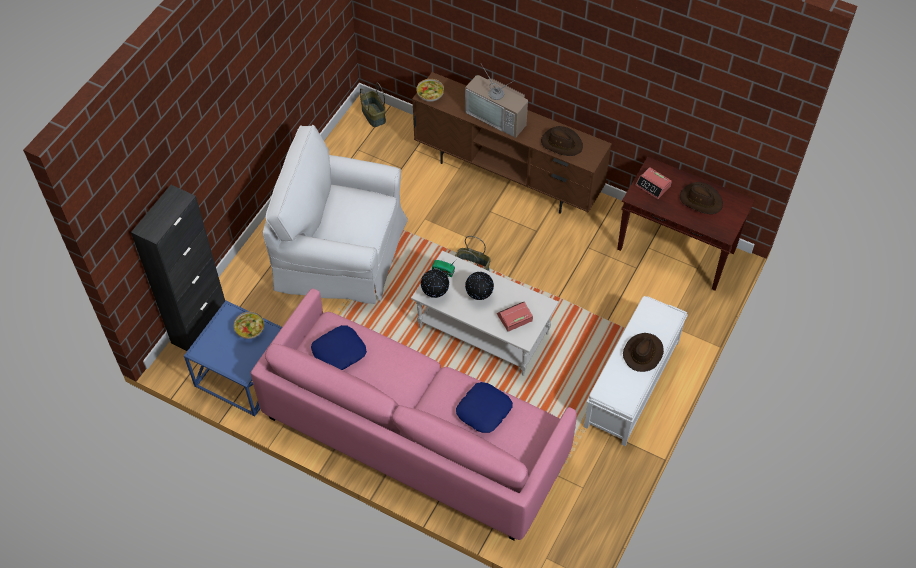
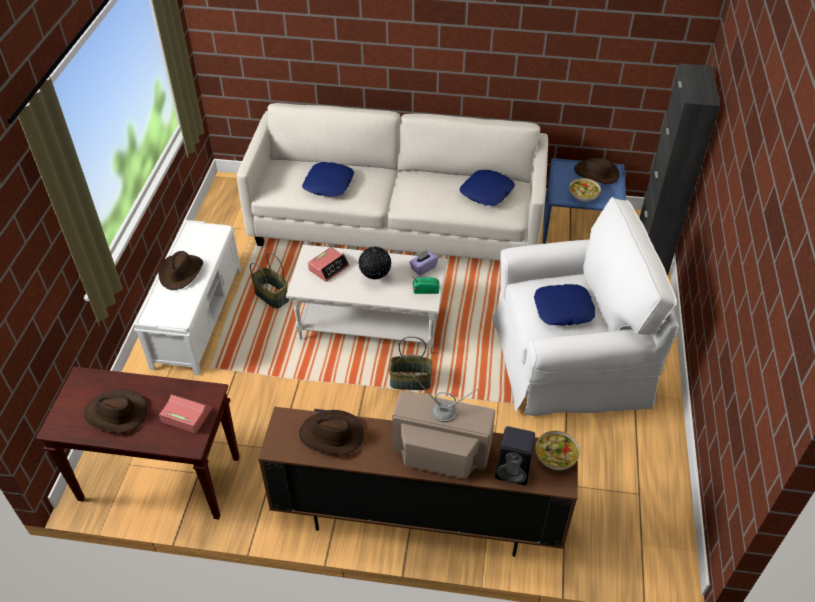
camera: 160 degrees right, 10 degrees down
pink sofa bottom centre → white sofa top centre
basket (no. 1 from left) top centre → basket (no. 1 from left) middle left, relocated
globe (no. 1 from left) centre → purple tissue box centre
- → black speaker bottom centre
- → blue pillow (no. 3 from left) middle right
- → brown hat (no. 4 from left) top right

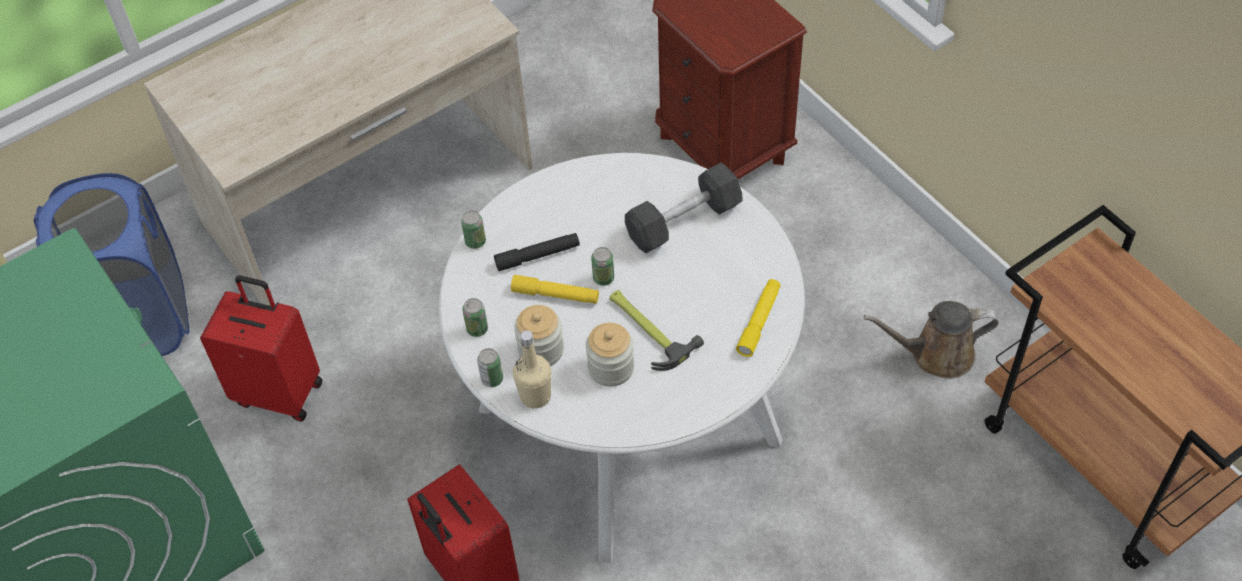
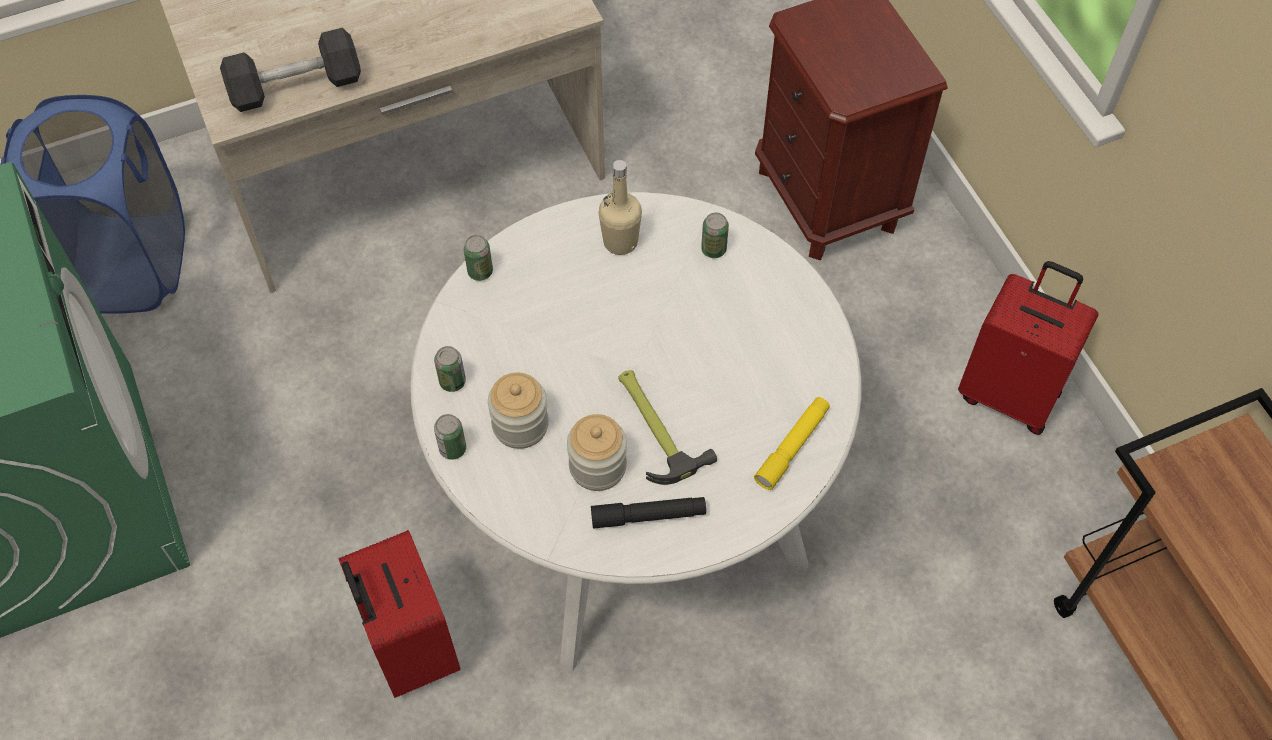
camera: 10 degrees right, 5 degrees up
red suitcase (no. 1 from left in the first image) middle left → red suitcase (no. 2 from left) middle right, relocated
black flashlight centre → black flashlight bottom centre, relocated
yellow flashlight (no. 1 from left) centre → -
beige bottle centre → beige bottle top centre, relocated
can (no. 4 from left) centre → can (no. 4 from left) top centre, relocated
black dumbbell centre → black dumbbell top left, relocated
brown watering can middle right → -

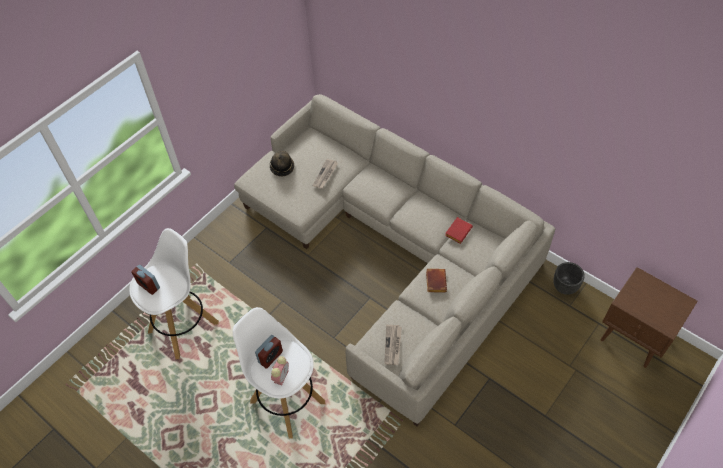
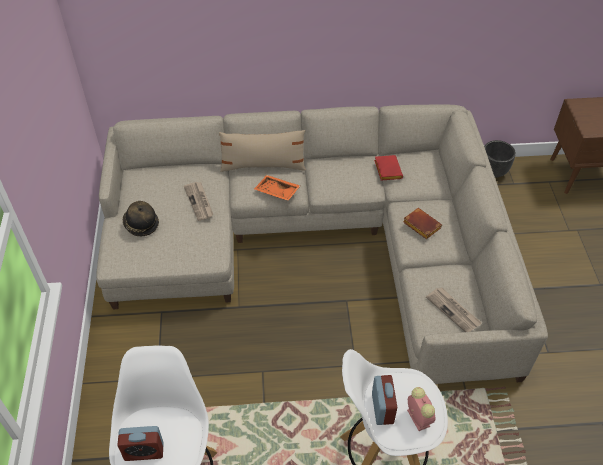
camera: 45 degrees left, 5 degrees down
- → beige pillow top centre
- → orange tray centre

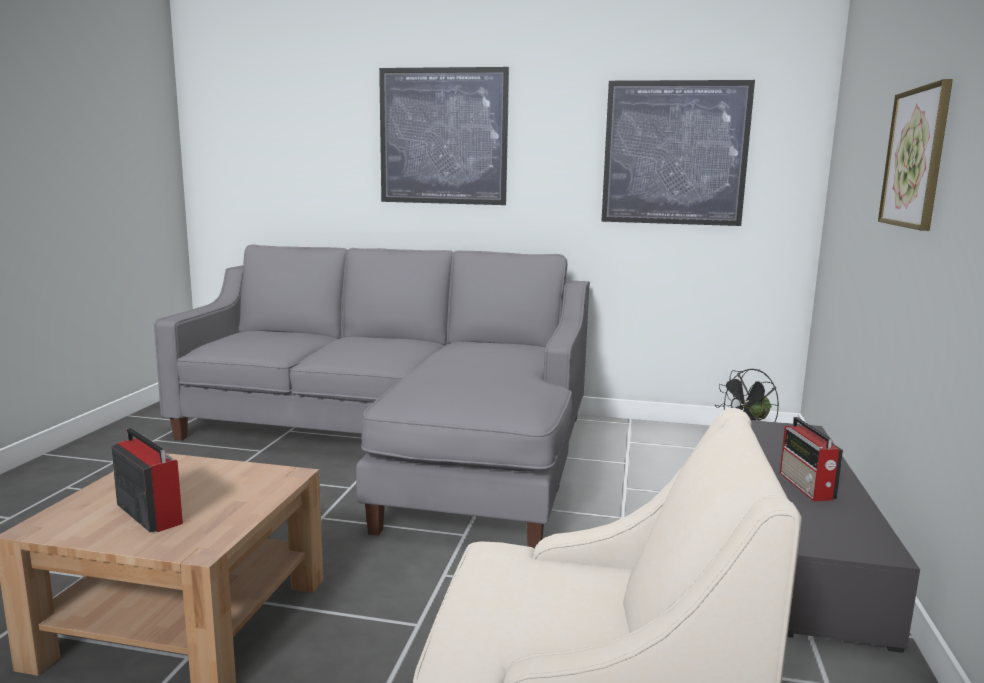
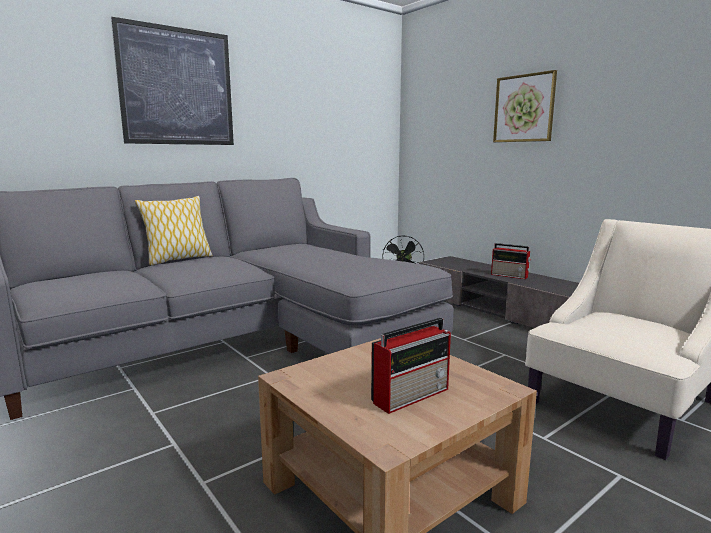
camera: 50 degrees left, 0 degrees up
radio (no. 1 from left) bottom left → radio (no. 1 from left) bottom centre, 150 degrees clockwise
picture (no. 2 from left) top right → -
- → pillow middle left

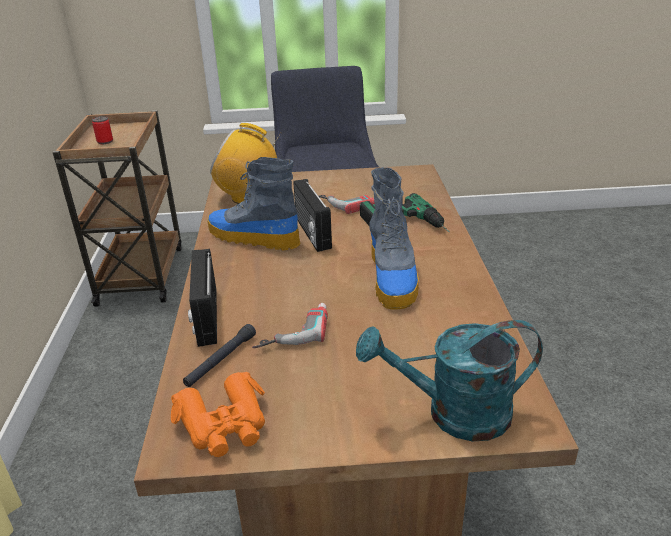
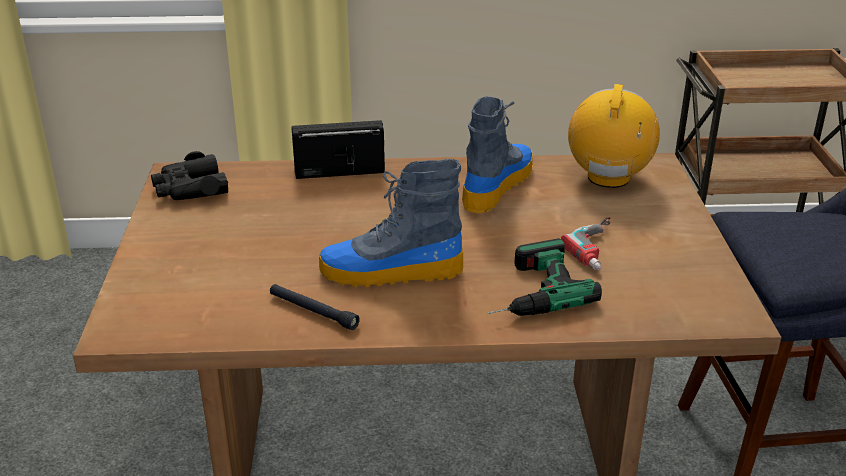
camera: 90 degrees right, 0 degrees up
can top left → -
orange binoculars bottom left → black binoculars middle left
black flashlight middle left → black flashlight centre, relocated
power drill (no. 1 from left) centre → -
radio (no. 3 from left) centre → -
turquoise watering can bottom right → -

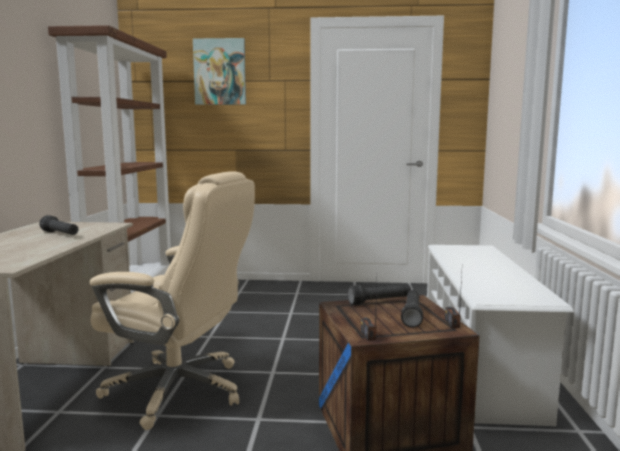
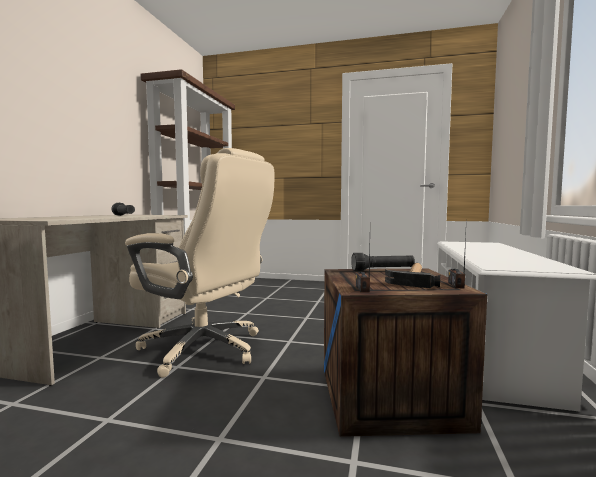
camera: 10 degrees right, 5 degrees down
picture top centre → -
black flashlight (no. 3 from left) bottom centre → hammer middle right

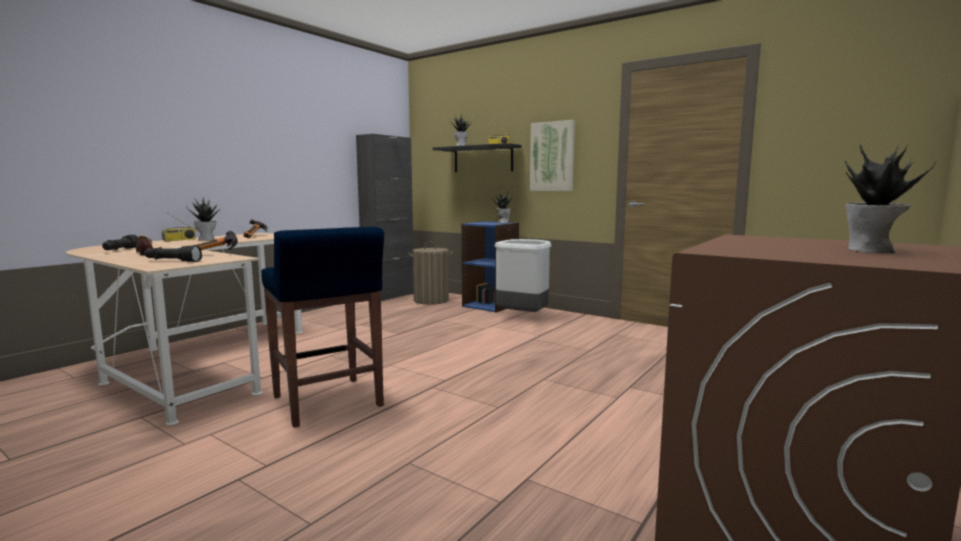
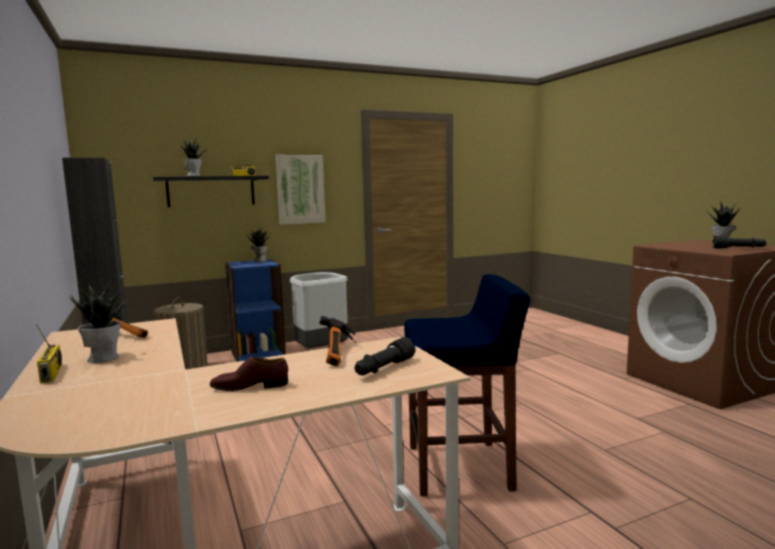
camera: 60 degrees left, 0 degrees up
black flashlight (no. 1 from left in the first image) middle left → black flashlight (no. 2 from left) middle right, relocated

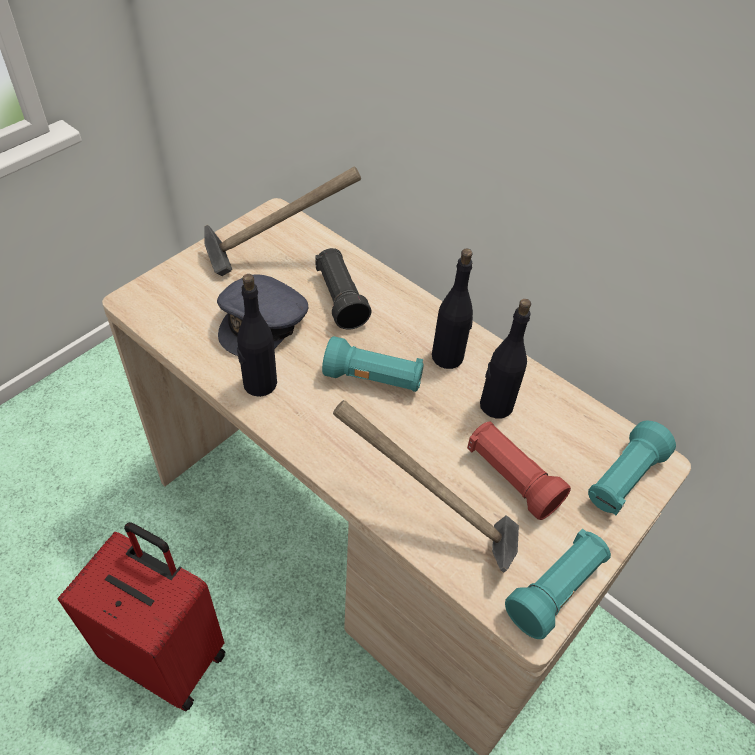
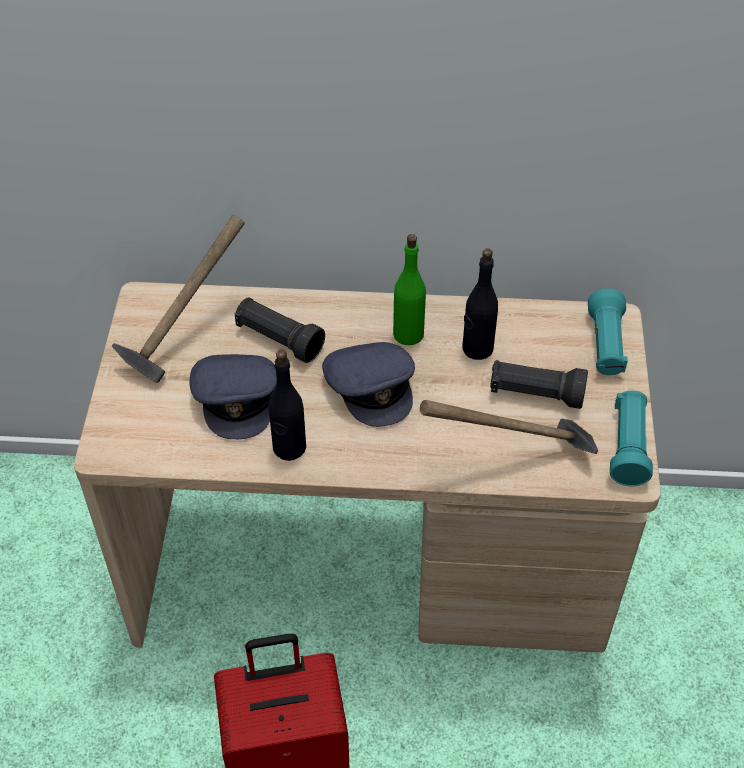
camera: 35 degrees left, 0 degrees up
turquoise flashlight (no. 1 from left) centre → grey cap (no. 2 from left) centre
black bottle (no. 2 from left) centre → green bottle centre
red flashlight middle right → black flashlight (no. 2 from left) middle right

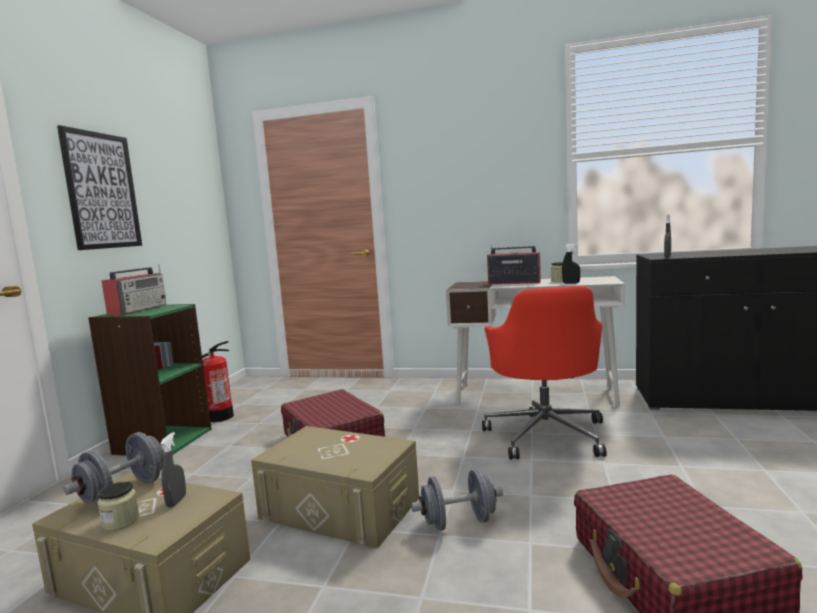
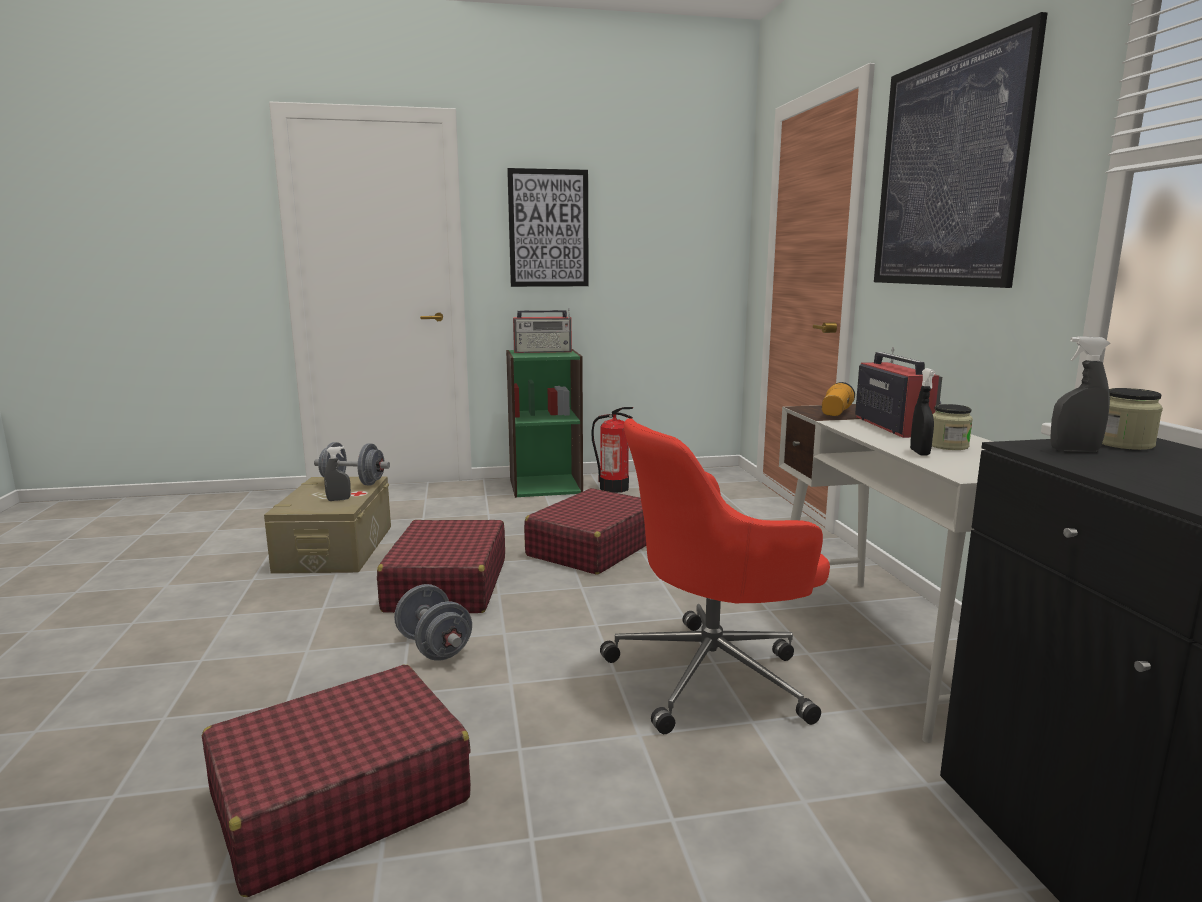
camera: 65 degrees right, 5 degrees up
jar (no. 1 from left in the first image) bottom left → jar (no. 2 from left) middle right, relocated
beige storage box (no. 2 from left) bottom centre → red suitcase (no. 2 from left) centre
- → flashlight middle right
- → picture (no. 2 from left) top right

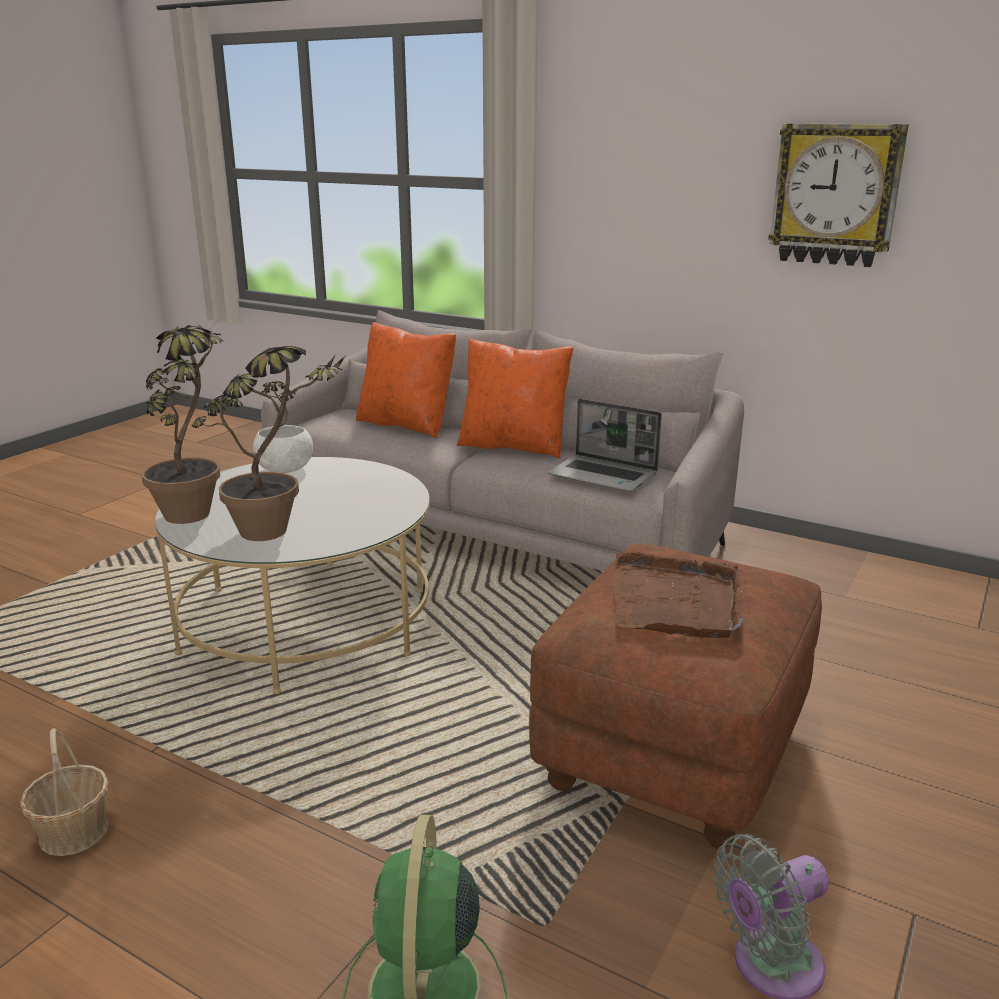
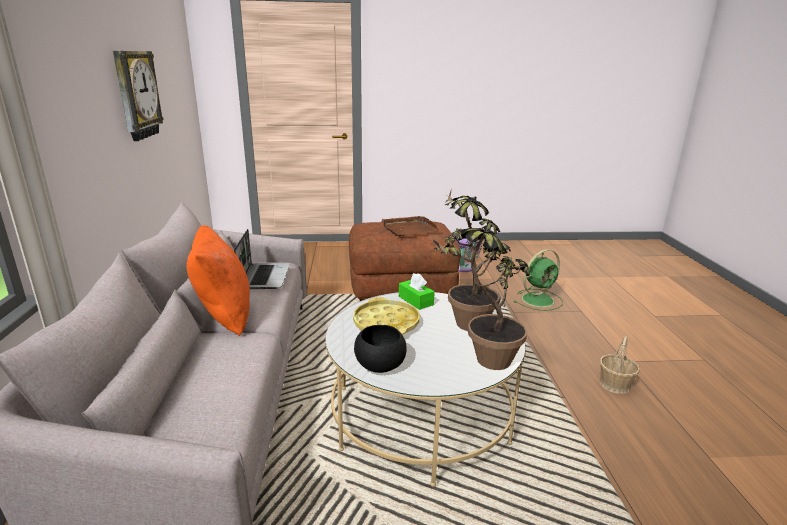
camera: 125 degrees left, 0 degrees up
white bowl middle left → black bowl centre
orange pillow (no. 1 from left) centre → -
- → yellow tray centre
- → green tissue box centre

